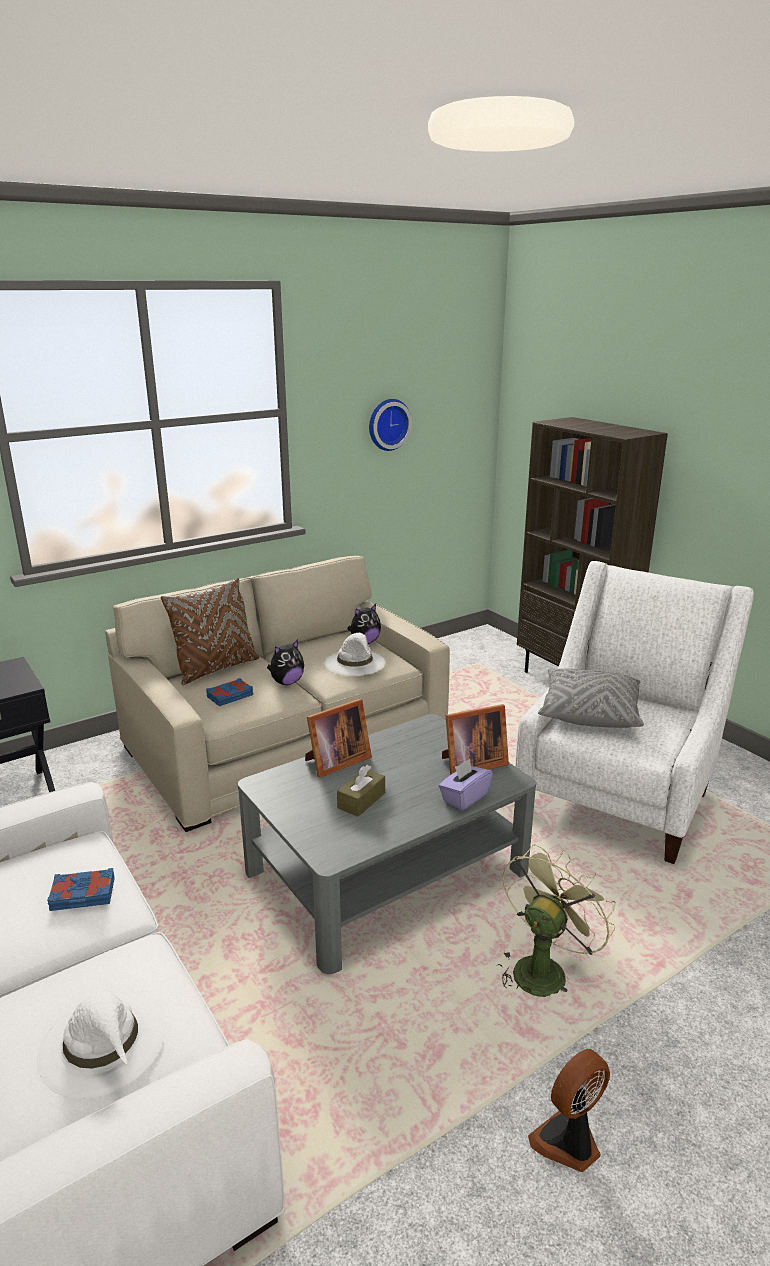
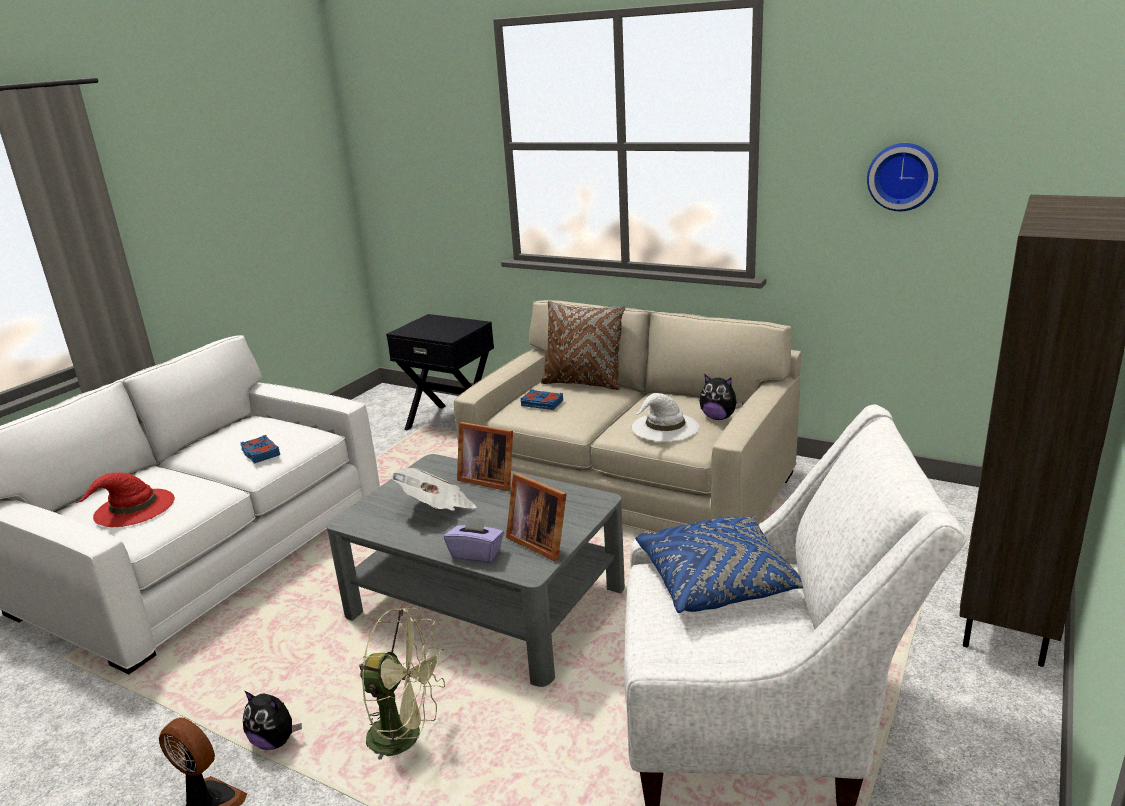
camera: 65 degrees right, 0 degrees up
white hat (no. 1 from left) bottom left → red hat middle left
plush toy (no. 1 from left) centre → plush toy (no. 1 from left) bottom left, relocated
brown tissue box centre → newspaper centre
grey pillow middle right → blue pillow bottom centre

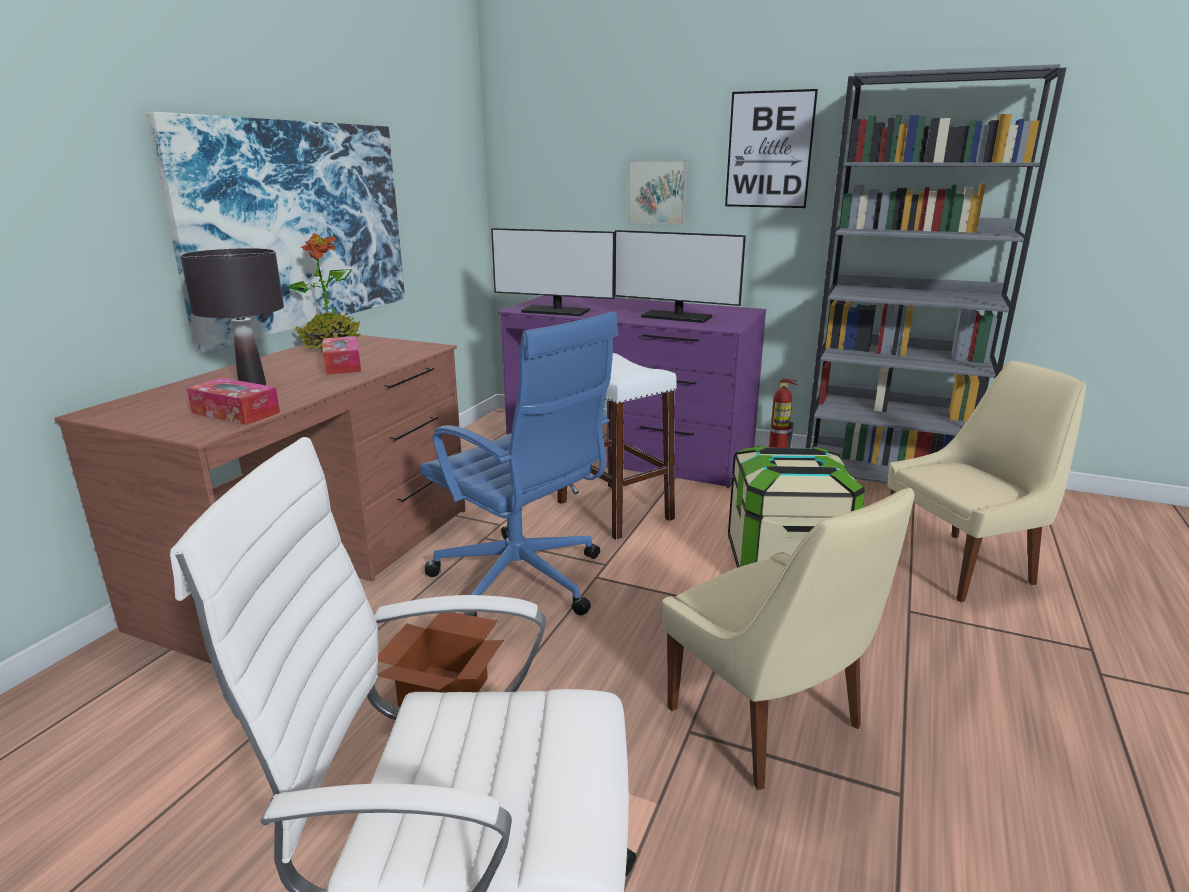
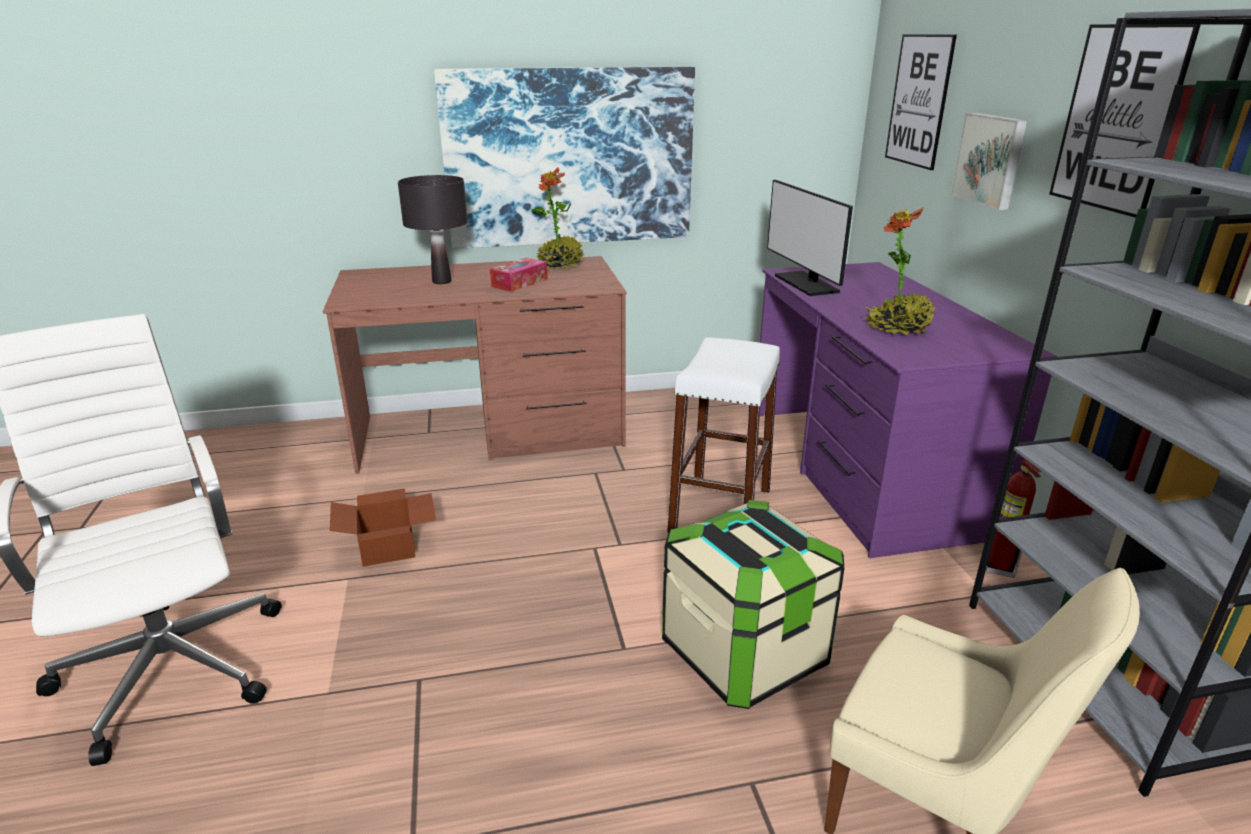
camera: 55 degrees right, 5 degrees up
tissue box (no. 1 from left) middle left → -
blue office chair centre → -
monitor (no. 2 from left) top centre → potted plant (no. 2 from left) top right
beige chair (no. 1 from left) bottom centre → -
- → picture (no. 2 from left) top right

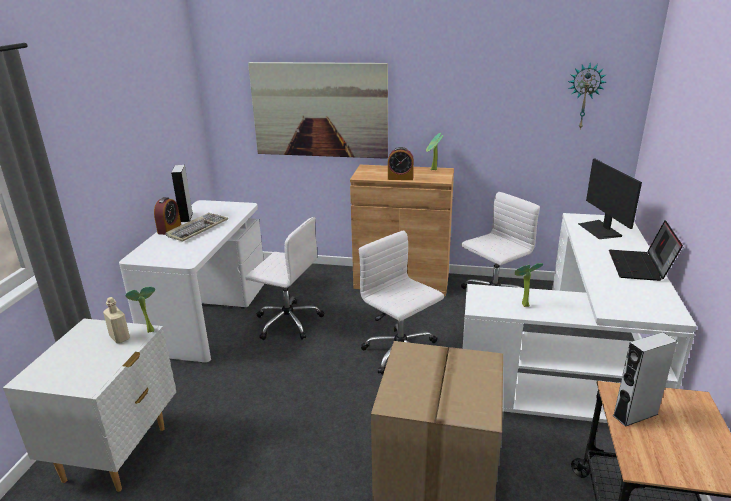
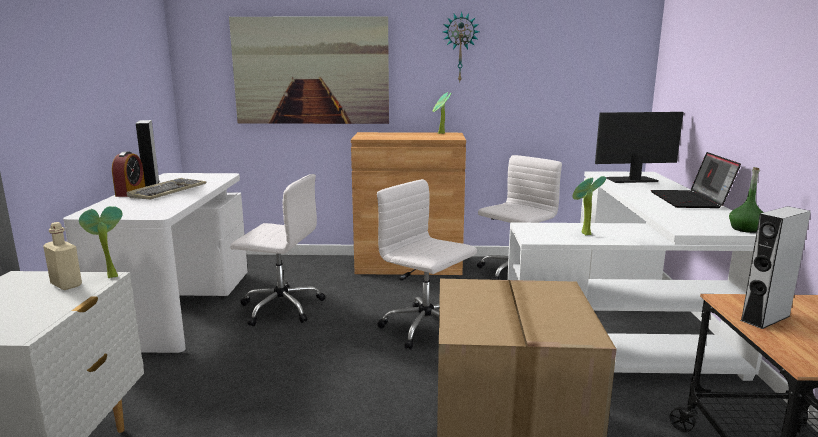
camera: 10 degrees left, 10 degrees down
alarm clock (no. 2 from left) top centre → -
wall clock top right → wall clock top centre, relocated
monitor middle right, 105 degrees clockwise
- → green bottle middle right

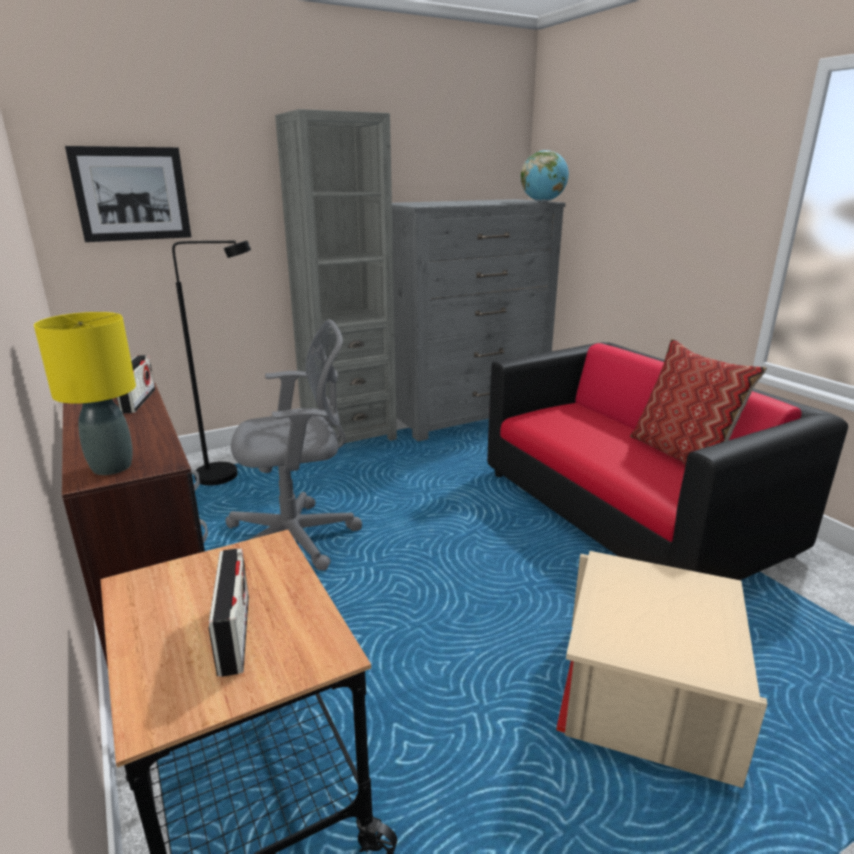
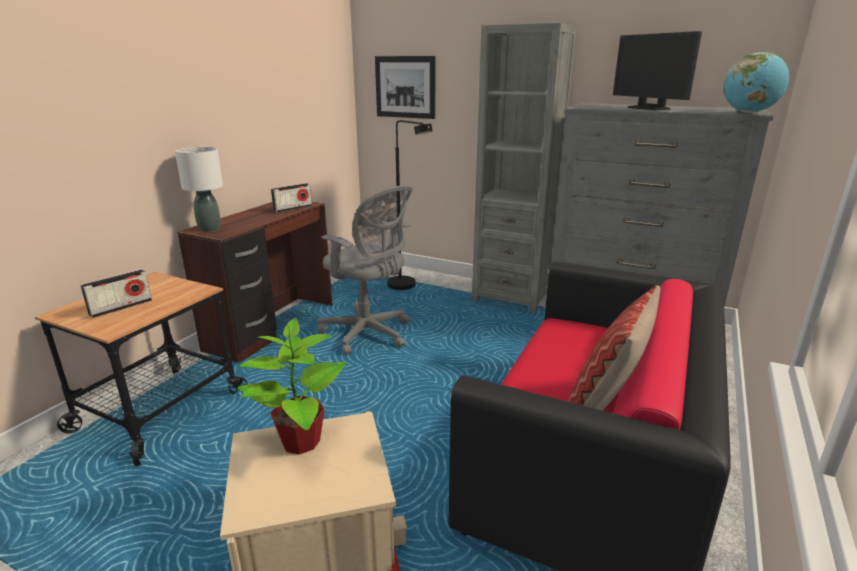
camera: 55 degrees right, 0 degrees up
yellow table lamp middle left → white table lamp top left
- → potted plant bottom centre
- → monitor top right

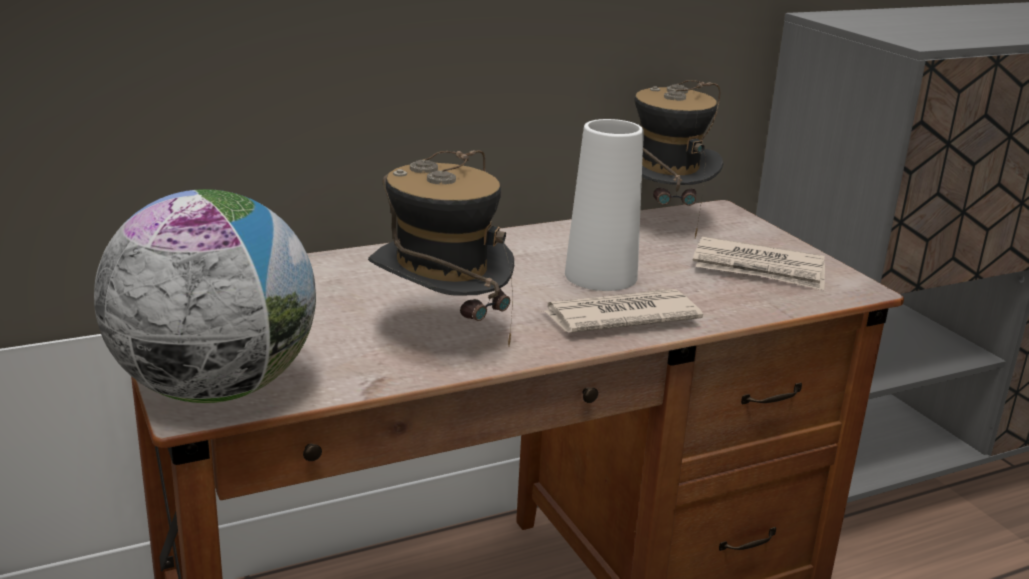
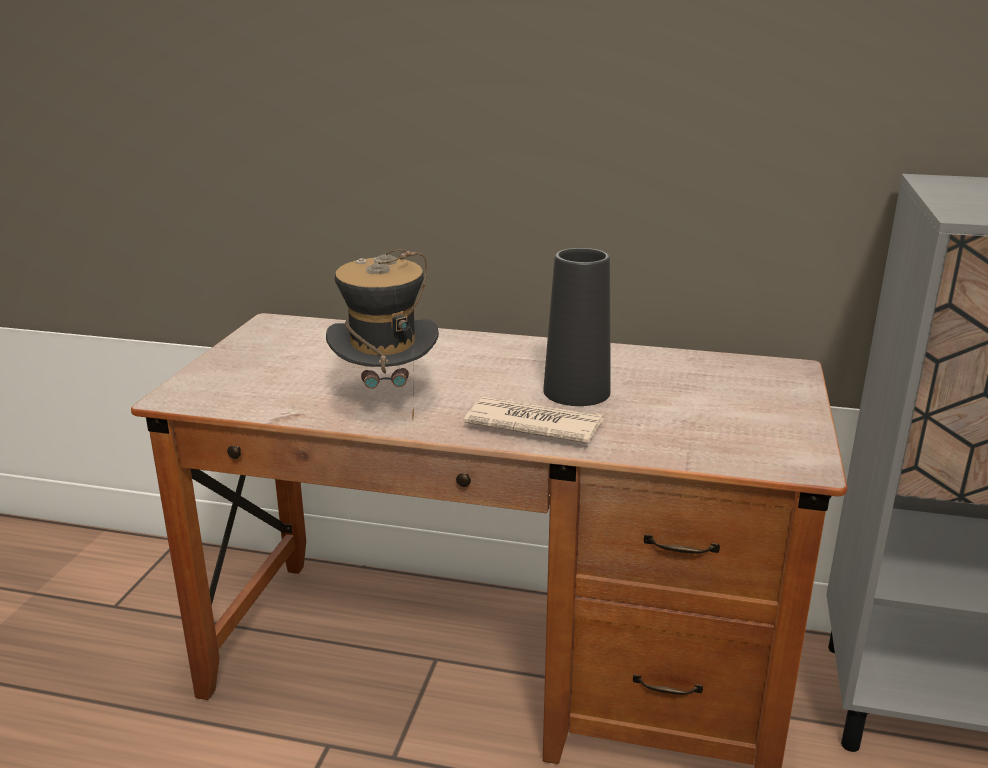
camera: 40 degrees right, 0 degrees up
globe middle left → -
white vase centre → black vase centre
hat (no. 2 from left) top centre → -
newspaper (no. 2 from left) middle right → -

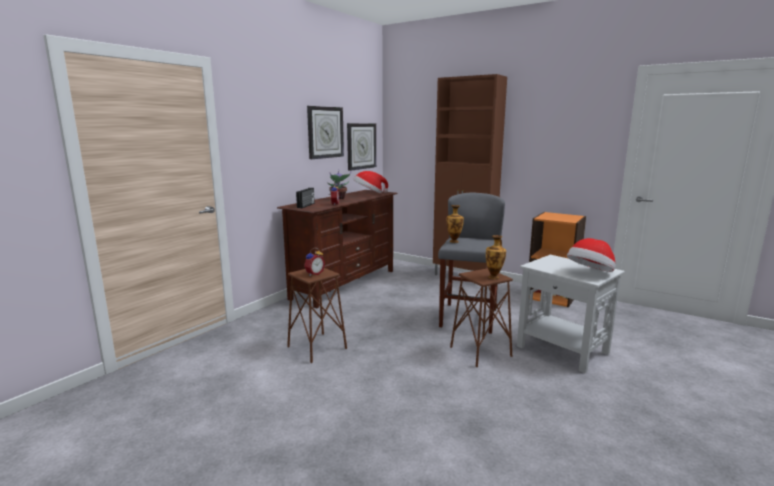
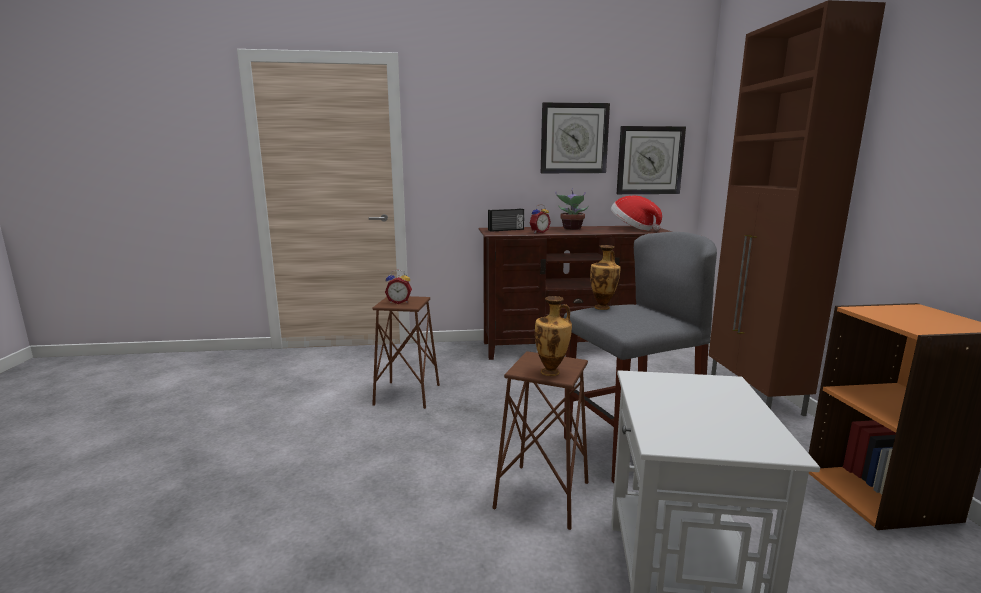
camera: 50 degrees right, 0 degrees up
hat (no. 2 from left) middle right → -

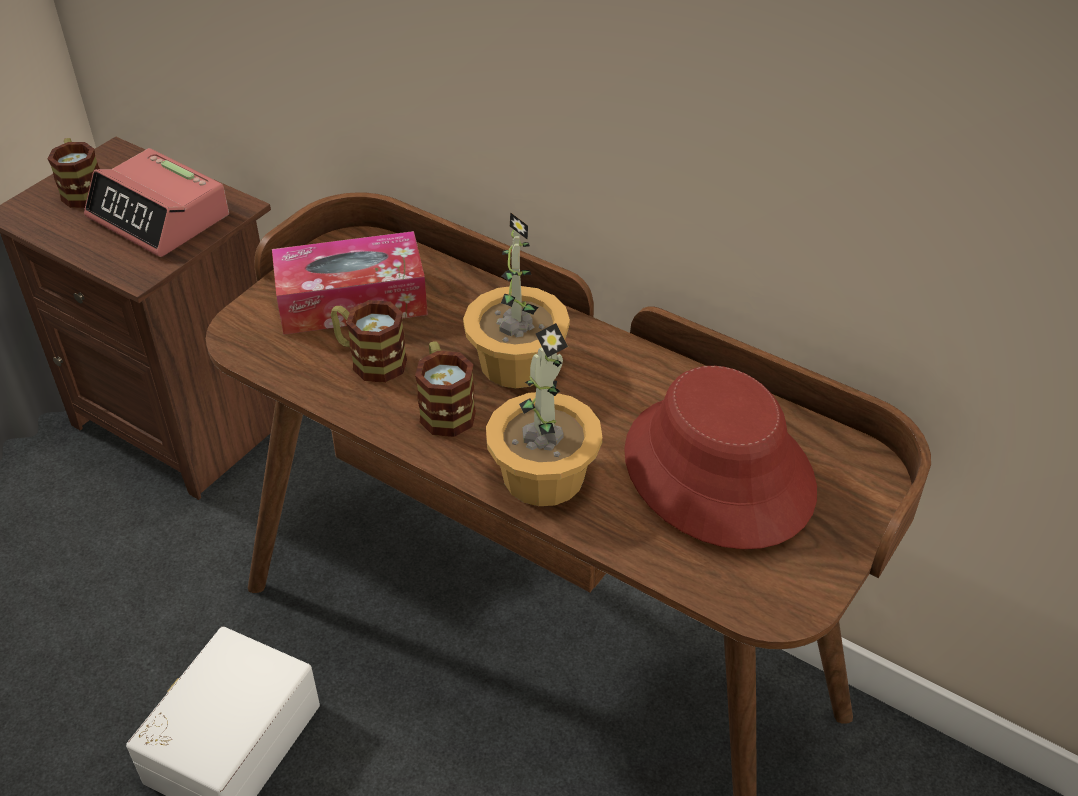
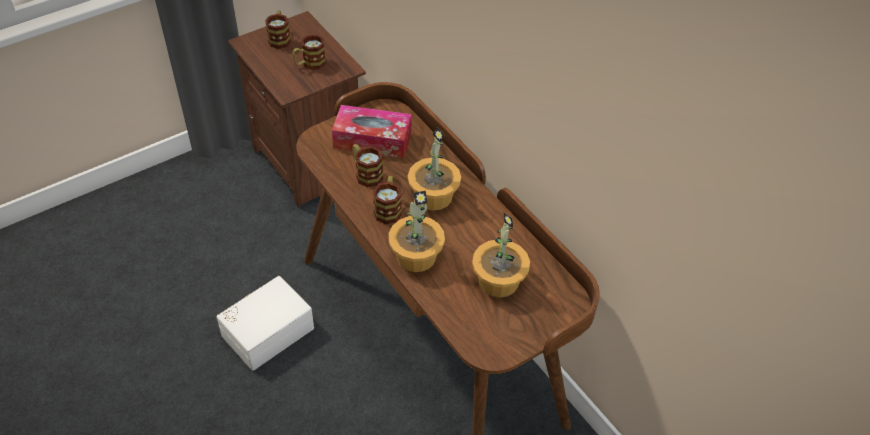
camera: 20 degrees right, 5 degrees up
alarm clock top left → mug (no. 2 from left) top centre
red hat middle right → potted plant (no. 3 from left) centre

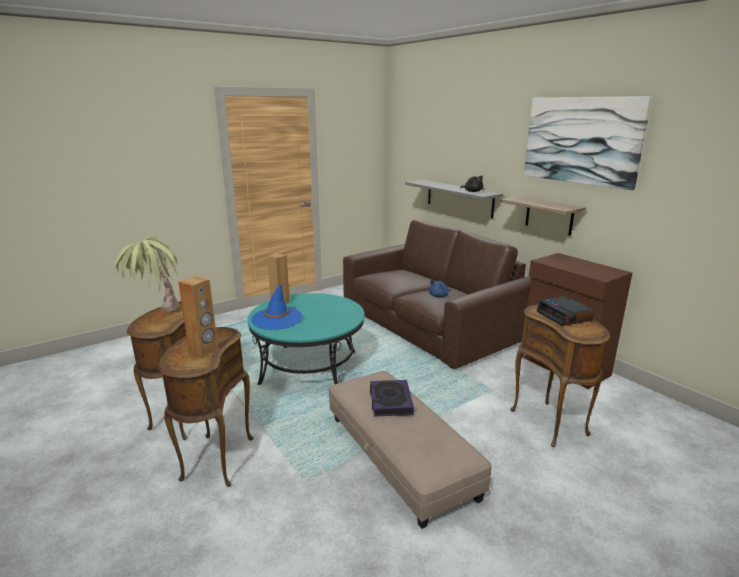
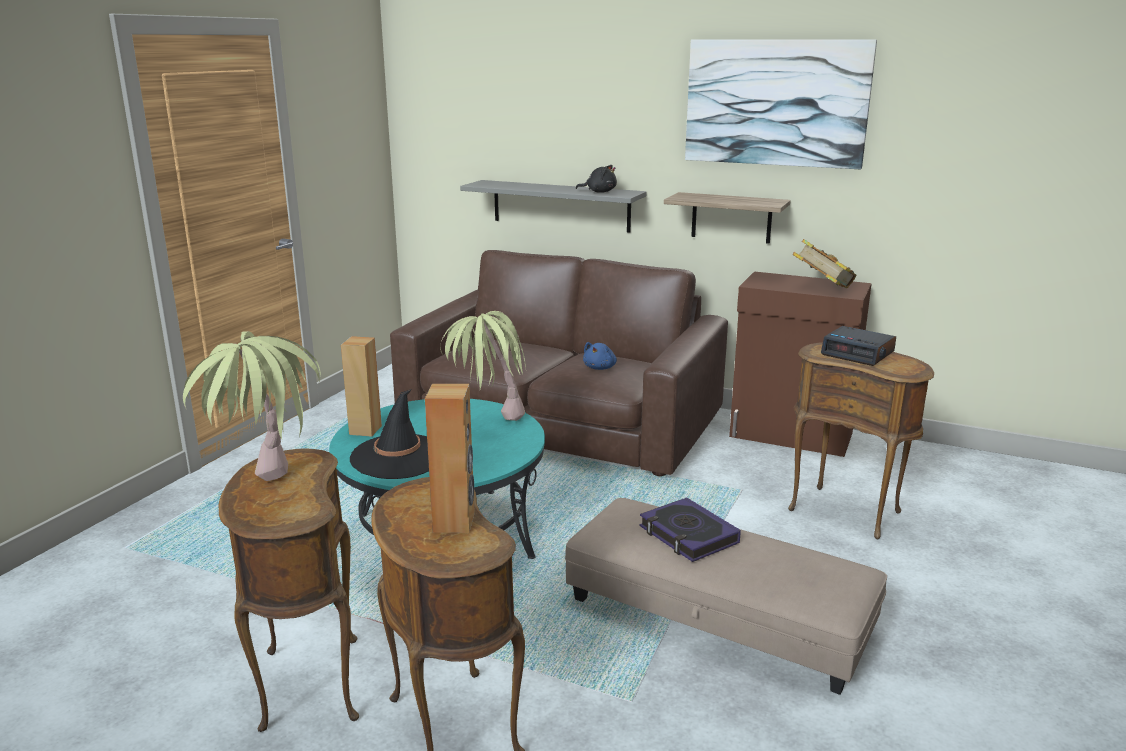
camera: 30 degrees left, 0 degrees up
blue hat centre → black hat centre
- → potted plant (no. 2 from left) centre
- → book (no. 2 from left) middle right

